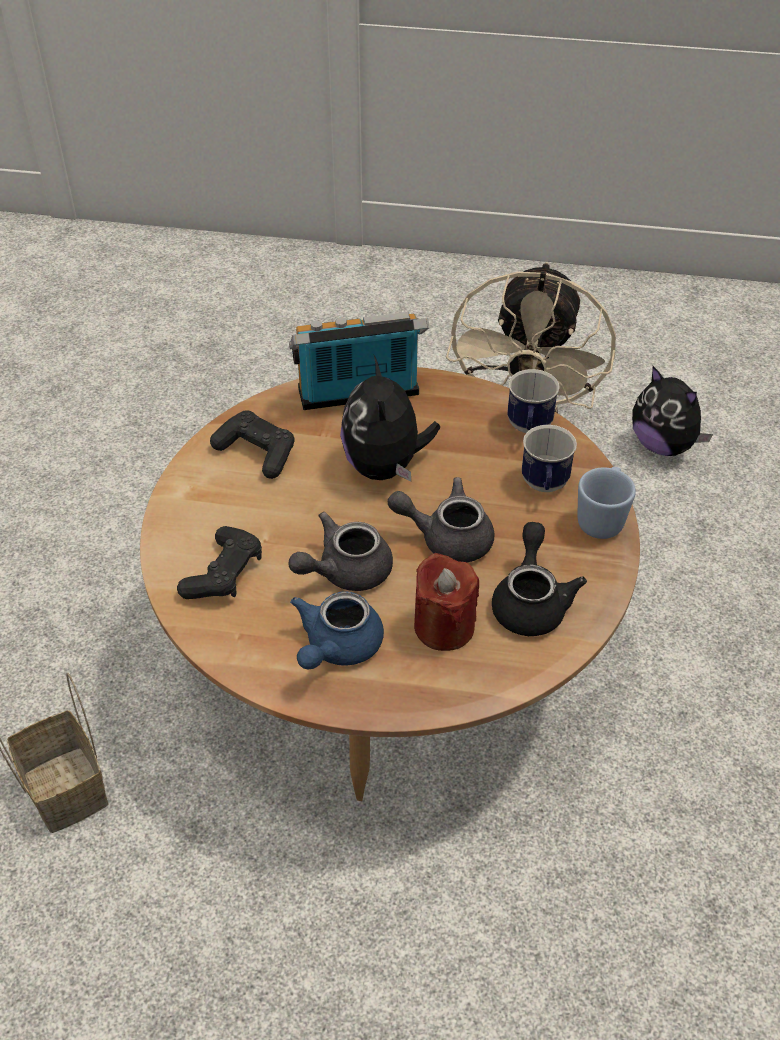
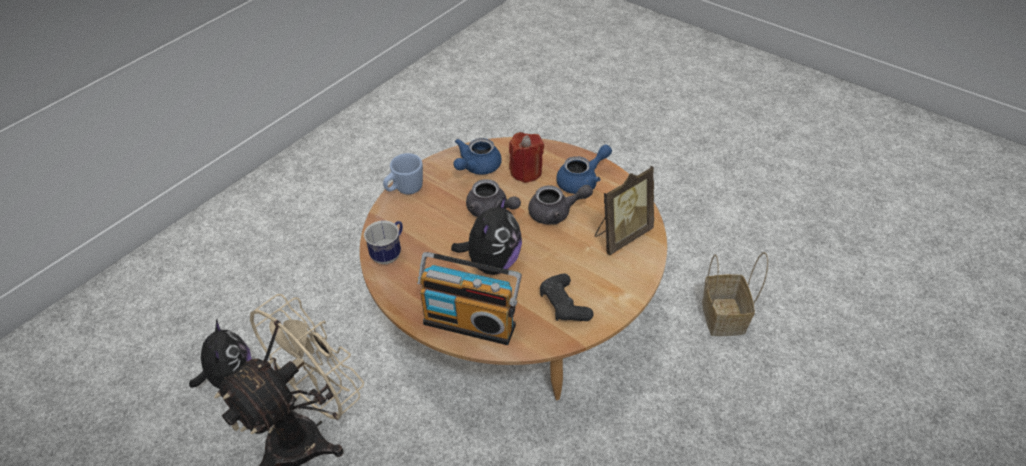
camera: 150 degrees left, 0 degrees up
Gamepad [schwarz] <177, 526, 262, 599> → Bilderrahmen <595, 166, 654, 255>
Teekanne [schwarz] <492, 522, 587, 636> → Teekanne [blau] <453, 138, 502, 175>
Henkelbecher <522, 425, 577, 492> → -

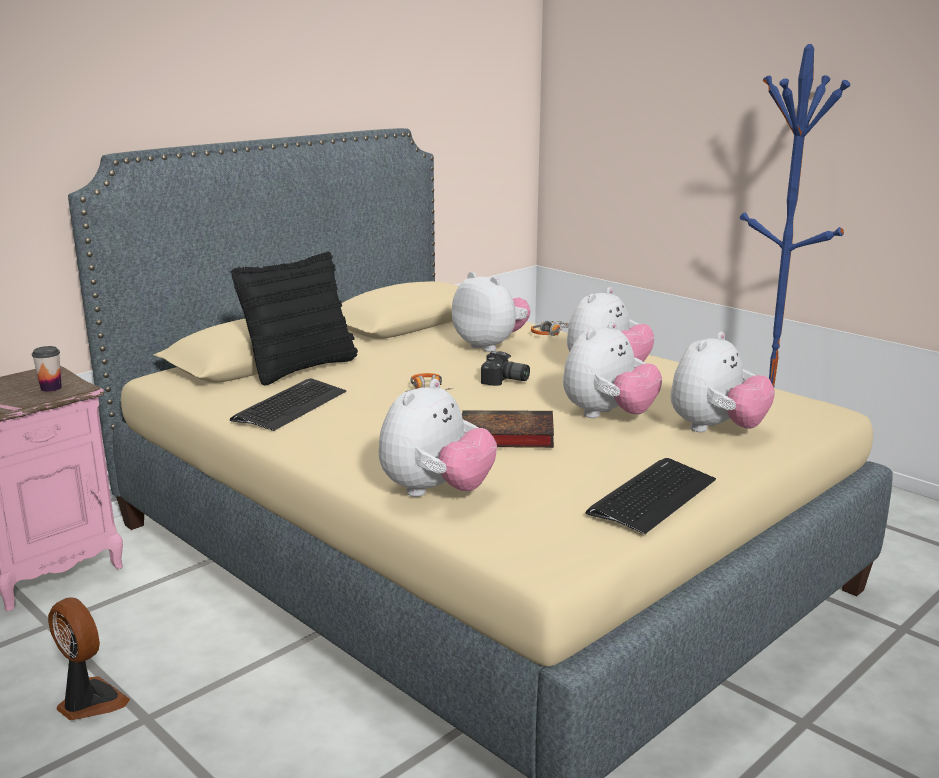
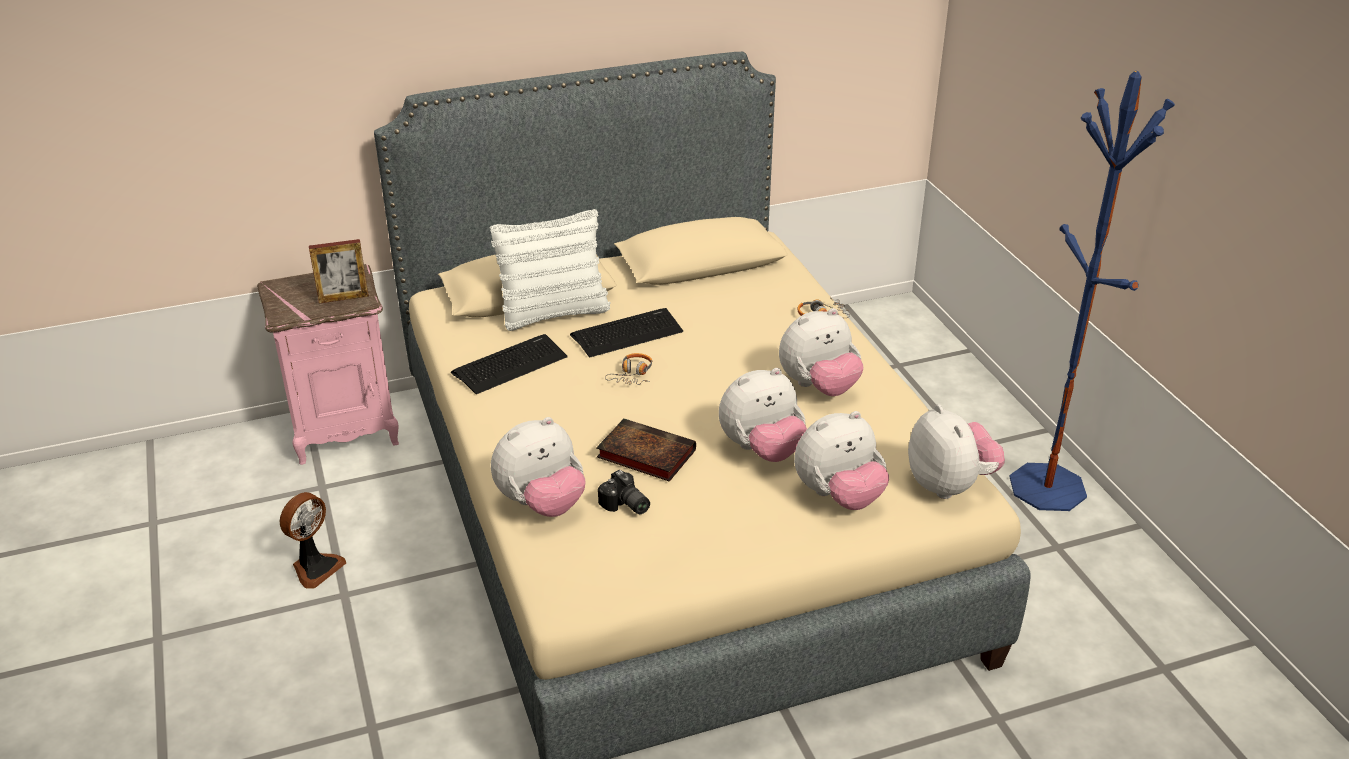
camera: 25 degrees right, 15 degrees up
Tasse <32, 346, 62, 392> → Bilderrahmen <309, 239, 369, 303>
Ventilator <48, 597, 130, 720> → Ventilator <280, 492, 346, 589>, 60 degrees clockwise
Kissen [schwarz] <230, 252, 358, 385> → Kissen [weiß] <490, 209, 611, 331>
Plüschtier <452, 271, 530, 352> → Plüschtier <908, 404, 1005, 499>, relocated
Kamera <481, 351, 530, 386> → Kamera <598, 470, 650, 514>, relocated
Tastatur <586, 458, 716, 534> → Tastatur <570, 308, 683, 358>, relocated

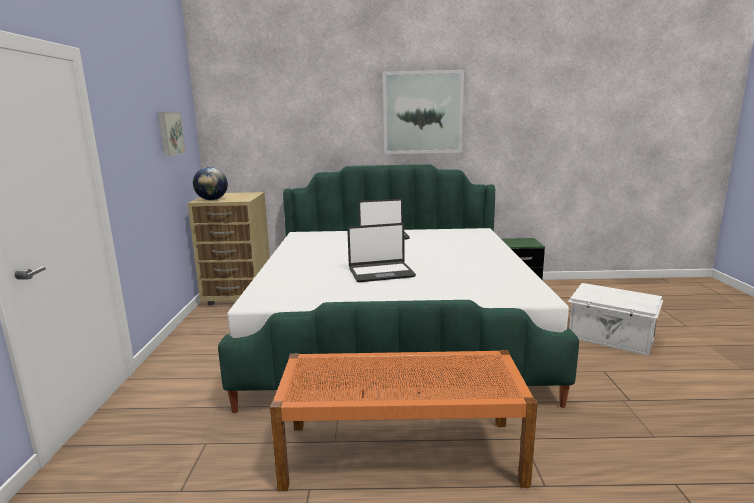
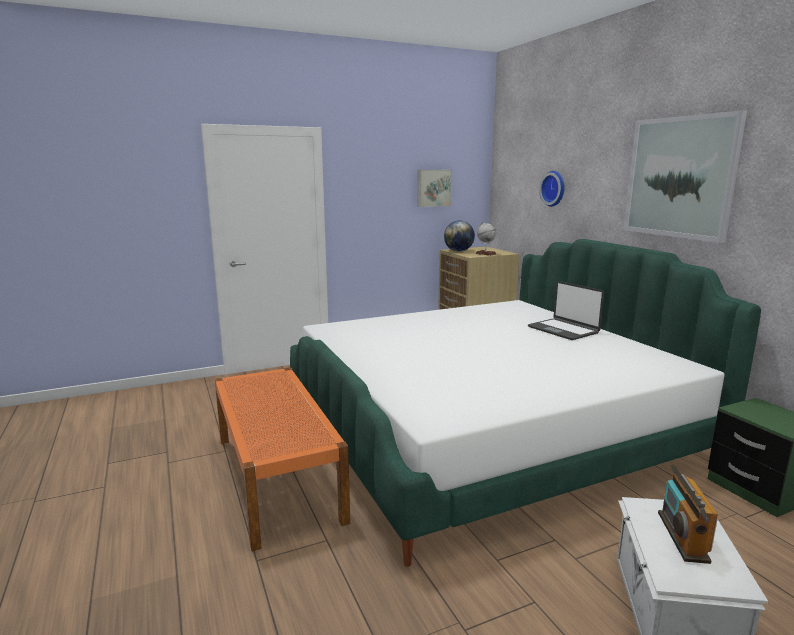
camera: 65 degrees right, 0 degrees up
Laptop <347, 223, 416, 282> → -
- → Globus <475, 222, 496, 256>
- → Wanduhr <539, 171, 565, 207>
- → Radio <658, 464, 718, 564>

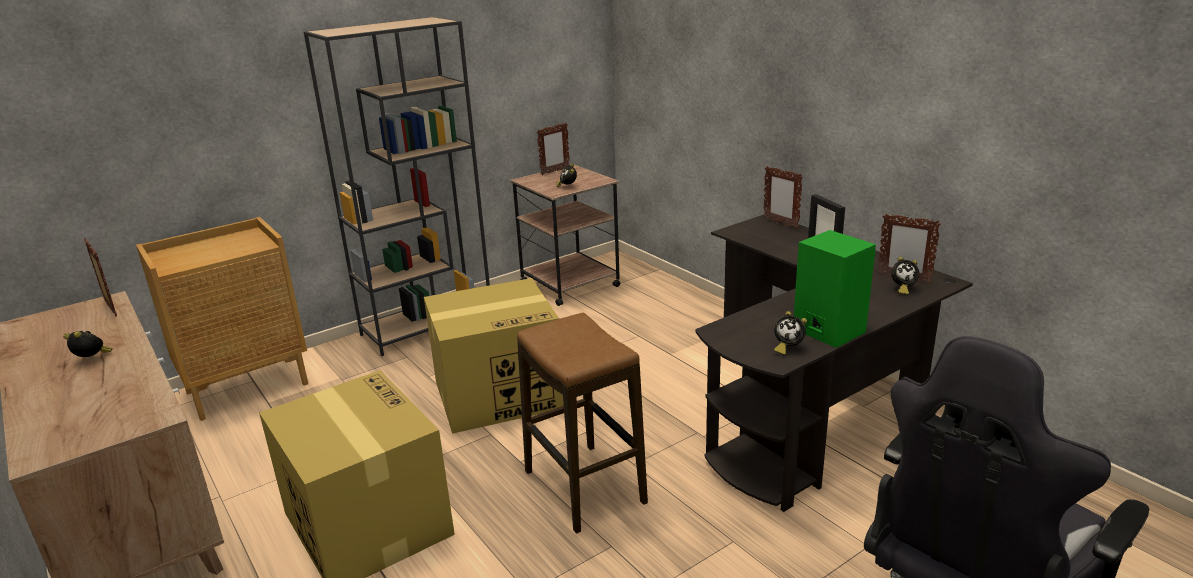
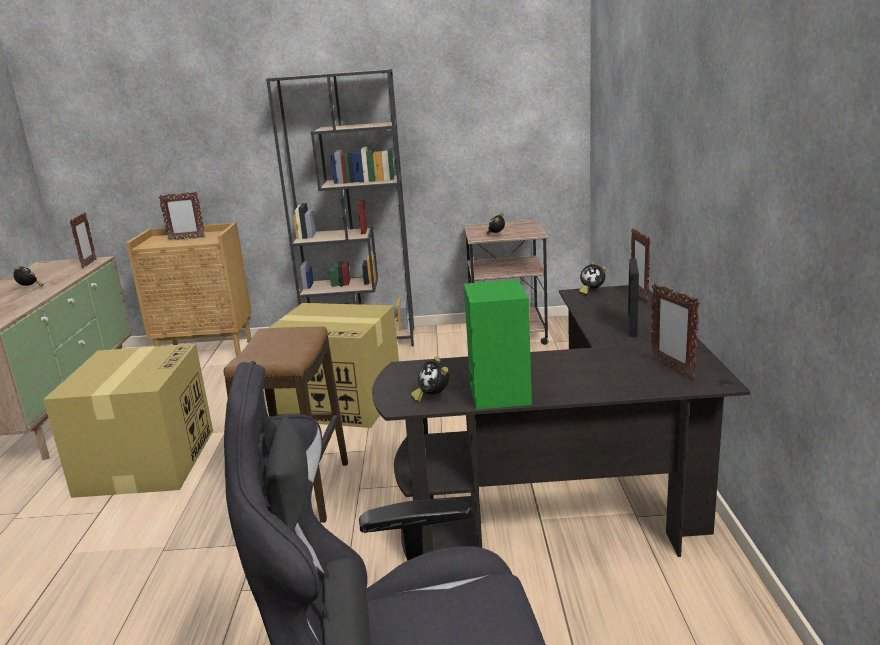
camera: 35 degrees right, 5 degrees down
Bilderrahmen <537, 123, 570, 175> → Bilderrahmen <158, 191, 206, 240>, relocated
Wecker <891, 257, 919, 295> → Wecker <579, 262, 606, 295>, relocated

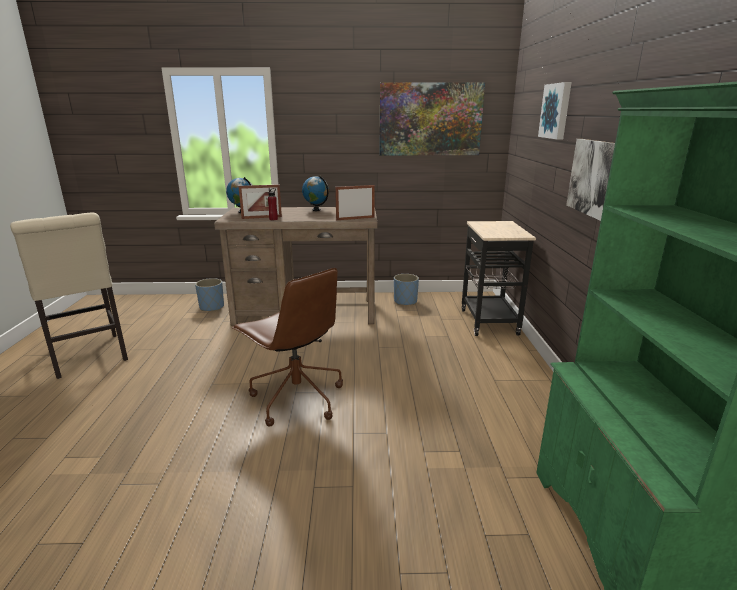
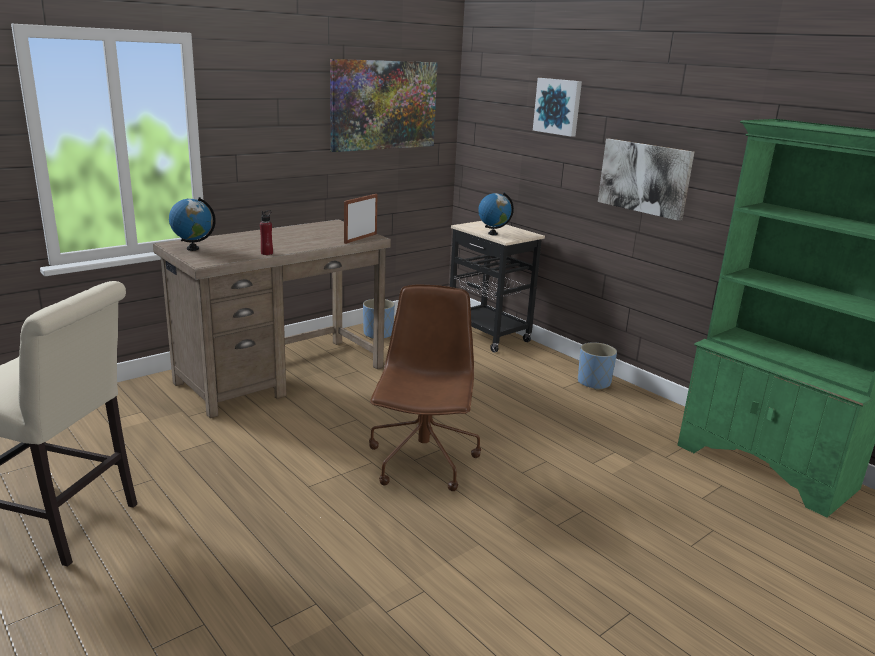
camera: 40 degrees left, 0 degrees up
Pflanzkübel [blau] <195, 278, 224, 311> → Pflanzkübel [blau] <578, 342, 617, 390>, relocated
Bürostuhl [braun] <232, 268, 343, 426> → Bürostuhl [braun] <369, 285, 481, 491>, 90 degrees counterclockwise
Bilderrahmen <238, 184, 282, 219> → -
Globus <302, 176, 329, 211> → Globus <478, 193, 514, 235>, relocated

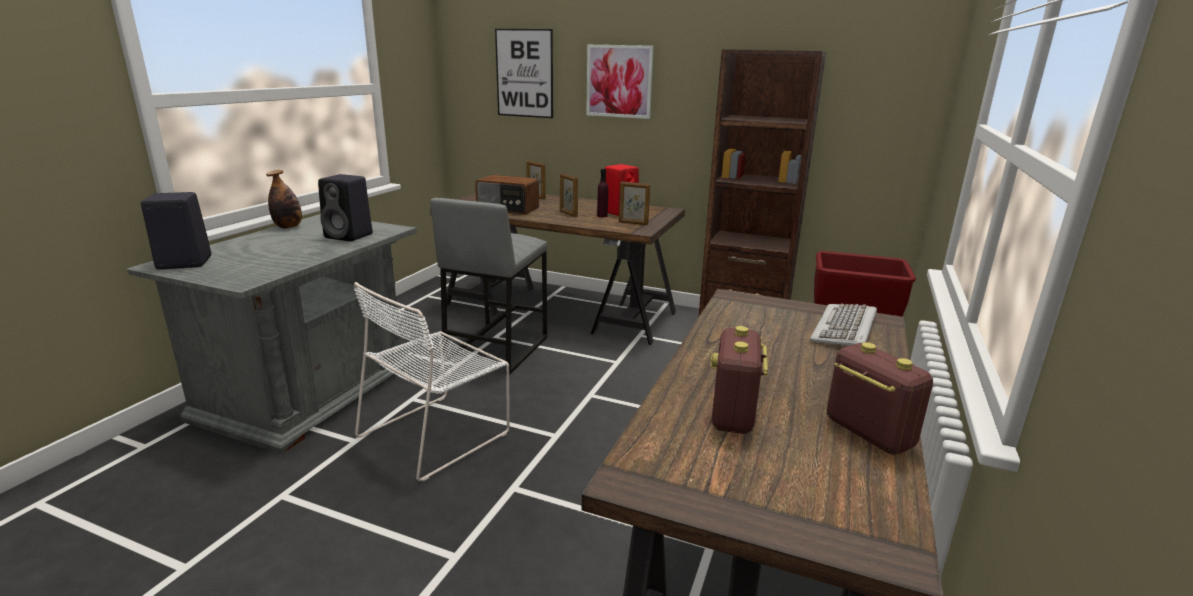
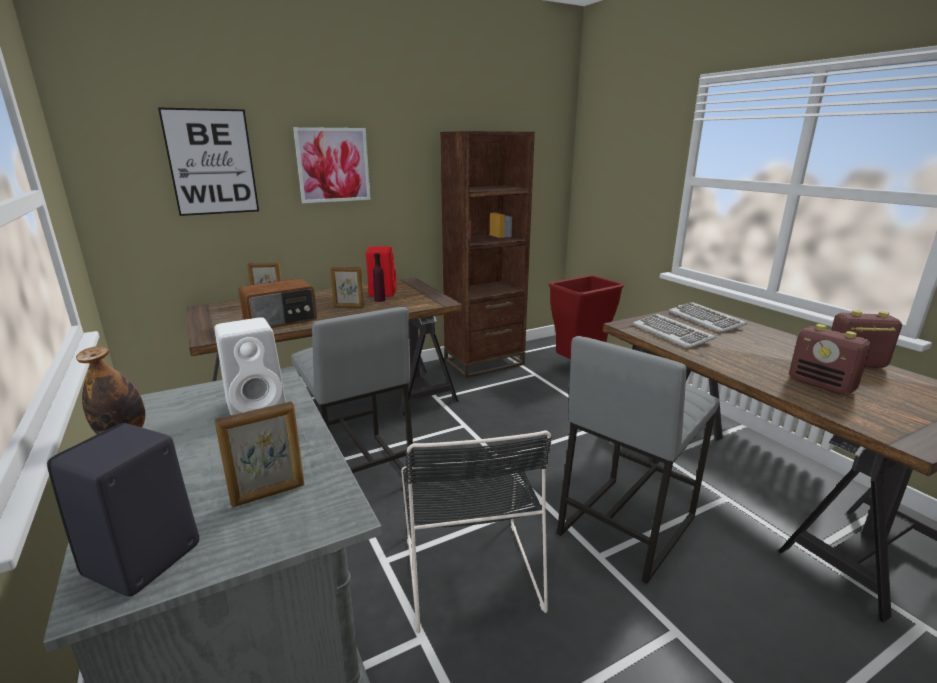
camera: 50 degrees left, 0 degrees up
Lautsprecher [schwarz] <318, 174, 373, 241> → Lautsprecher [weiß] <215, 317, 286, 415>
Stuhl [weiß] <354, 282, 510, 481> → Stuhl [schwarz] <401, 430, 552, 633>
Bilderrahmen <619, 181, 651, 225> → Bilderrahmen <214, 402, 304, 507>, relocated
- → Hocker [grau] <557, 336, 719, 584>
- → Tastatur <632, 314, 715, 348>

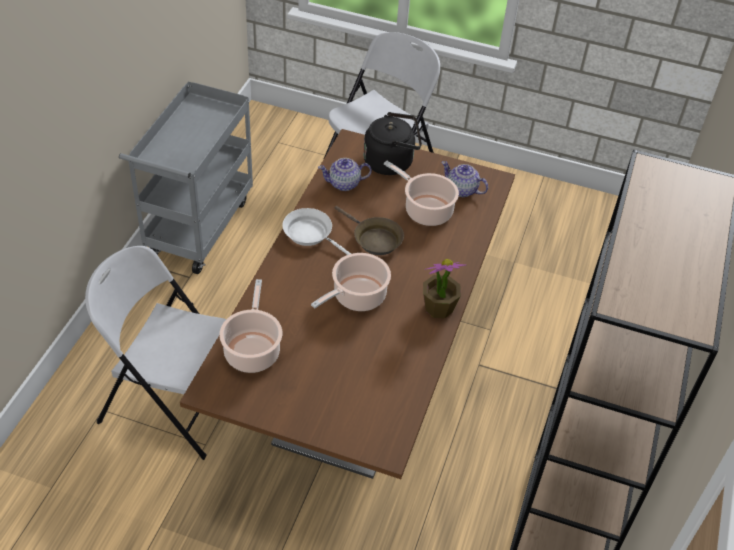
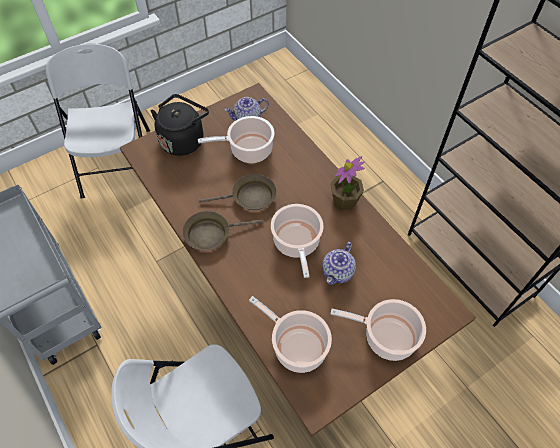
camera: 50 degrees left, 10 degrees up
Pfanne [weiß] <282, 208, 351, 255> → Pfanne [braun] <182, 211, 263, 250>
Teekanne <318, 158, 372, 191> → Teekanne <322, 242, 356, 285>, relocated
- → Kochtopf <331, 299, 426, 361>

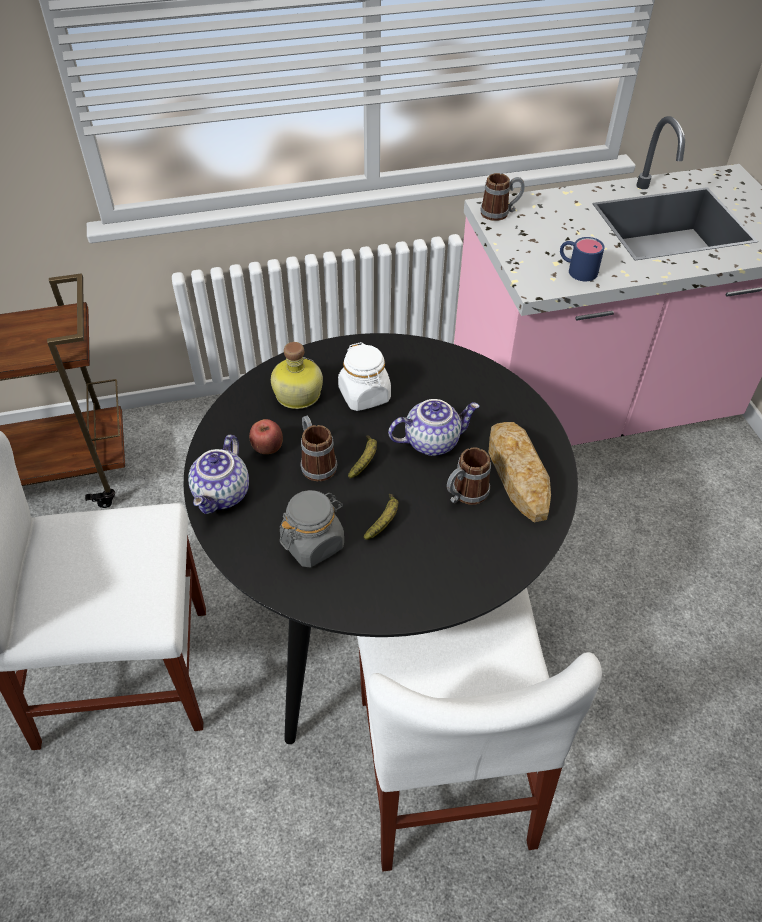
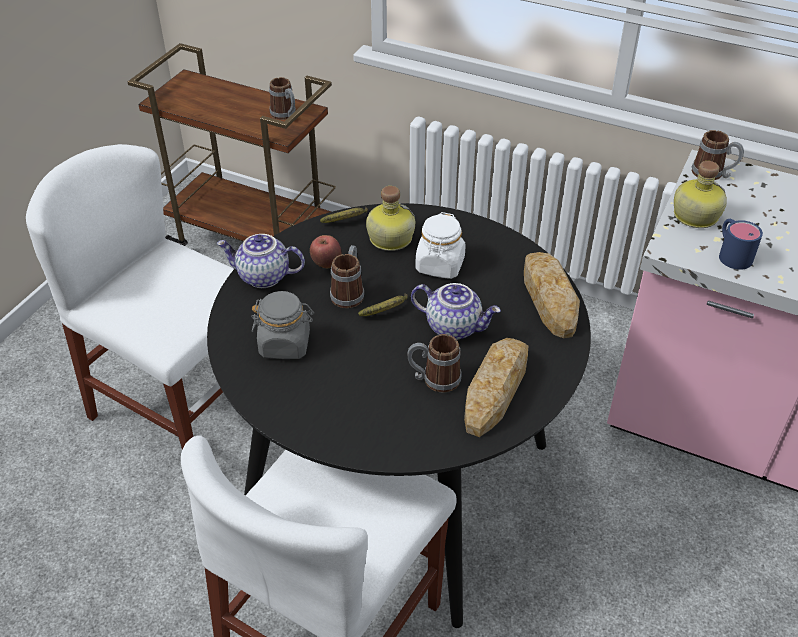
camera: 40 degrees right, 5 degrees down
Teekanne <188, 435, 249, 514> → Teekanne <217, 234, 305, 288>, 45 degrees clockwise
Banane <363, 494, 398, 540> → Banane <320, 207, 368, 223>, relocated
- → Henkelbecher <269, 77, 296, 120>
- → Brot <524, 252, 580, 338>
- → Flasche <674, 161, 727, 228>

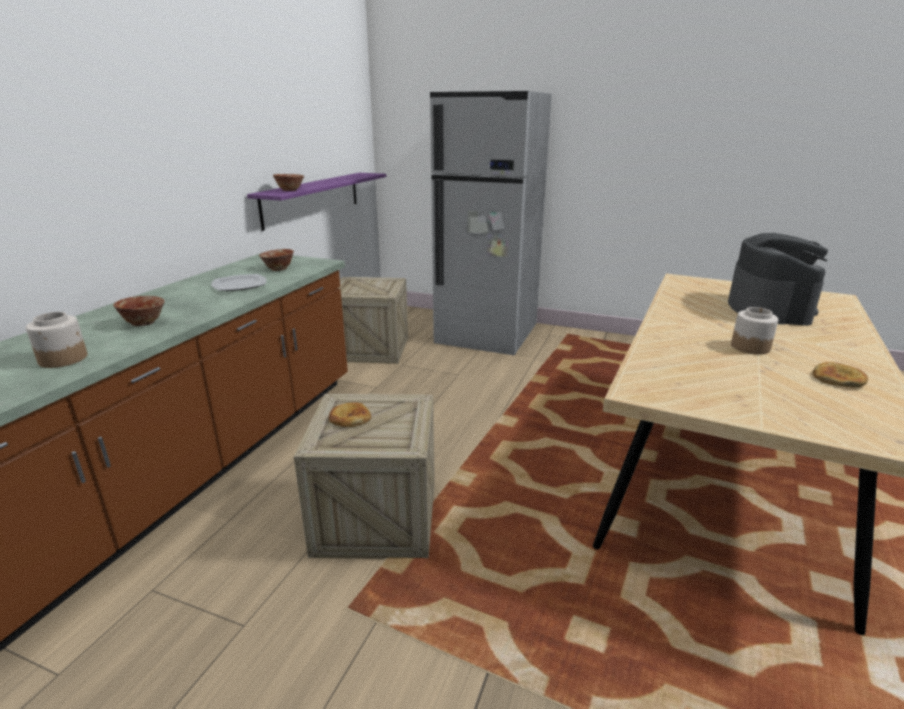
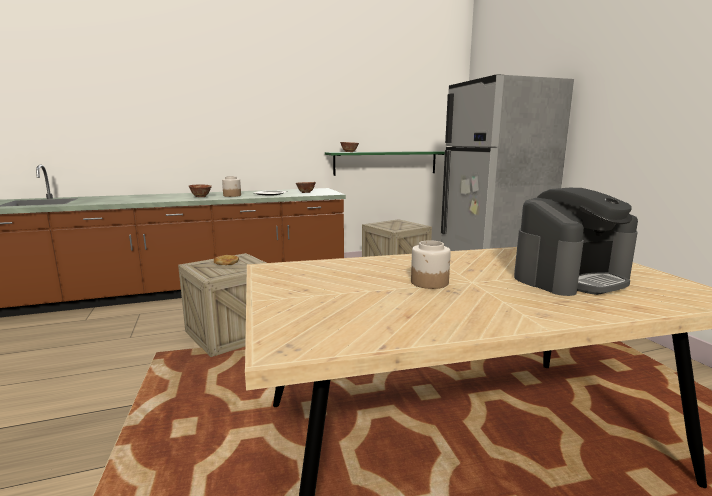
camera: 50 degrees right, 10 degrees down
Vorratsglas <26, 312, 87, 368> → Vorratsglas <222, 176, 241, 197>, relocated
Wandregal [lila] <247, 173, 386, 231> → Wandregal [grün] <325, 151, 445, 176>
Brot <813, 362, 868, 387> → -

